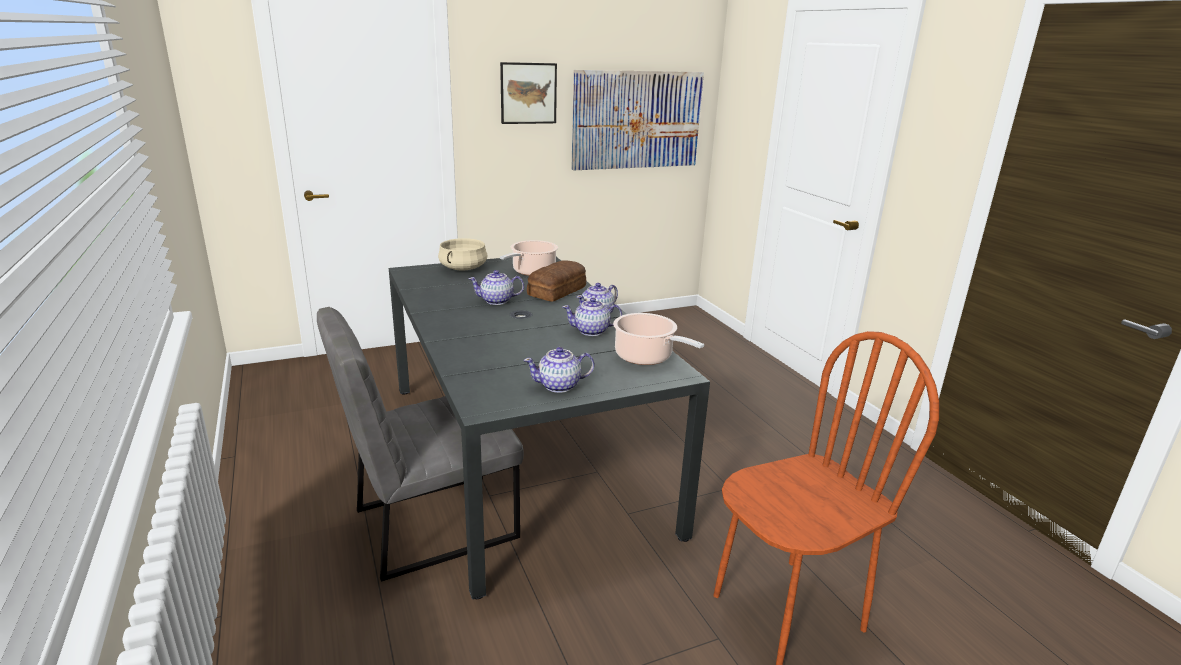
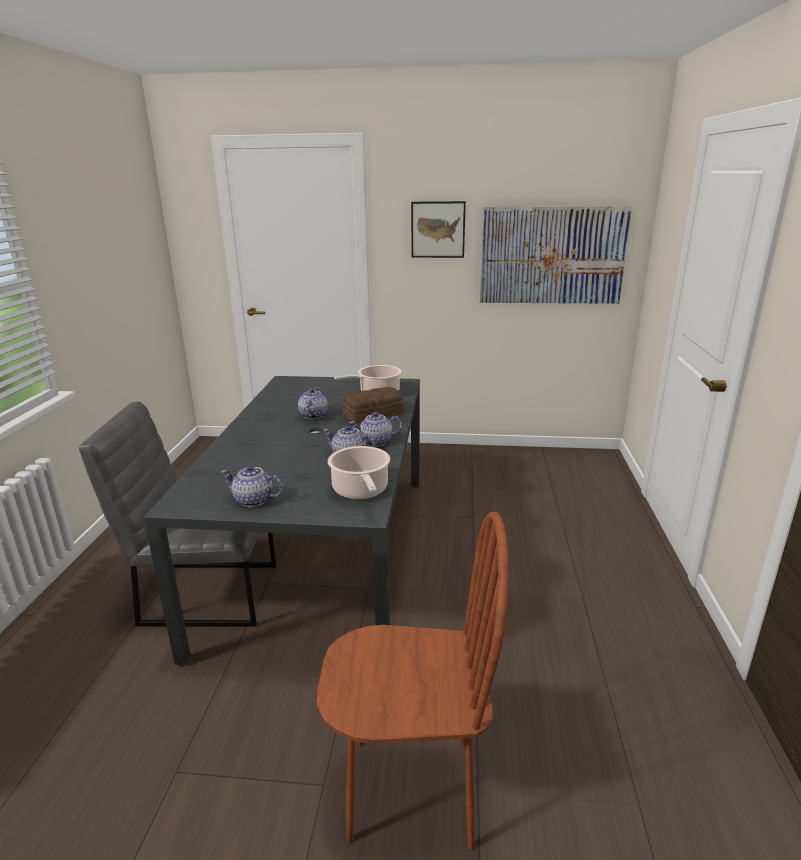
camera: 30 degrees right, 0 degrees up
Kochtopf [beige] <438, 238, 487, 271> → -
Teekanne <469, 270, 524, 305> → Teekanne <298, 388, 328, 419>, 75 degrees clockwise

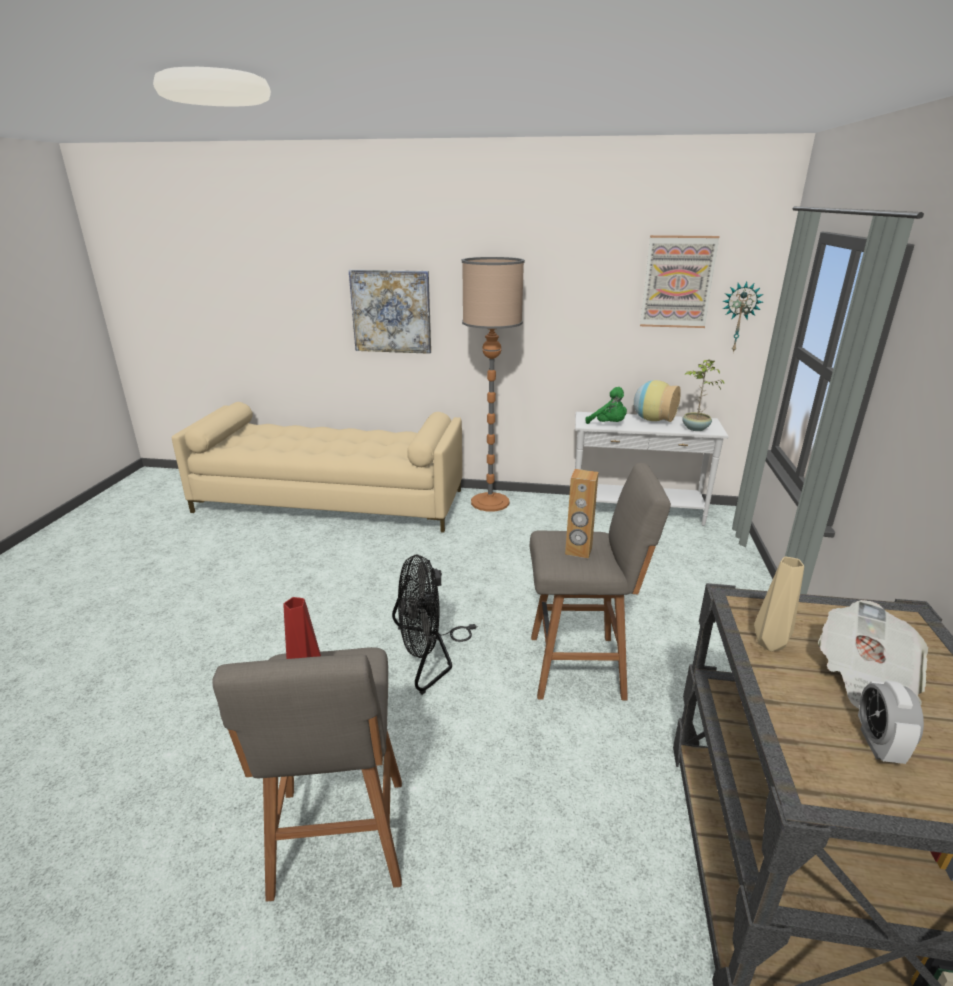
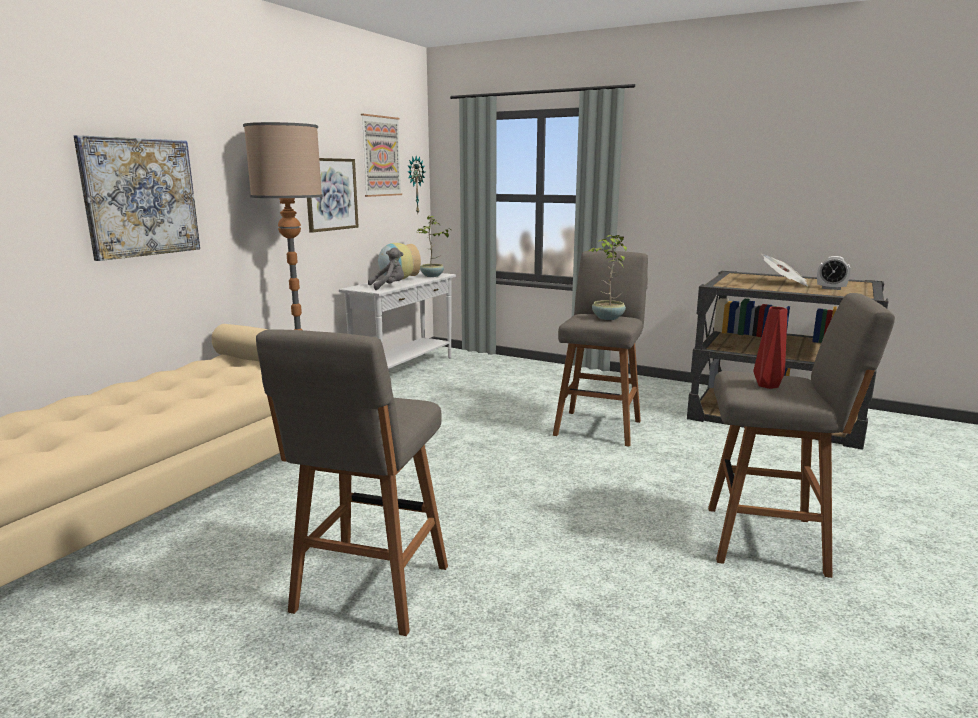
camera: 70 degrees left, 10 degrees down
Ventilator [schwarz] <392, 554, 476, 695> → -
Lautsprecher [braun] <565, 469, 598, 559> → Topfpflanze <589, 235, 627, 320>
Plüschtier [grün] <585, 387, 627, 424> → Plüschtier [grau] <368, 247, 404, 290>
Vase [beige] <754, 556, 804, 652> → -
- → Hocker [grau] <256, 329, 448, 636>
- → Bild <307, 158, 359, 233>

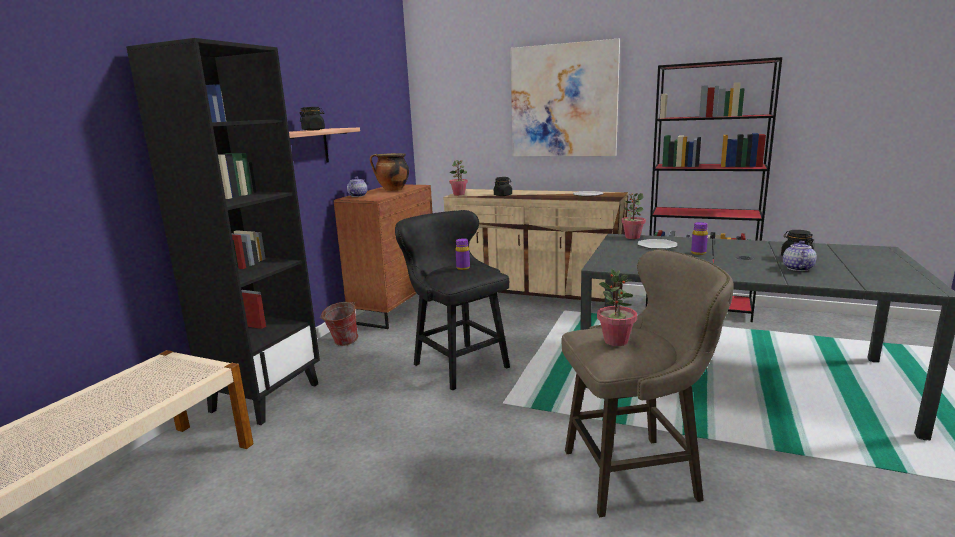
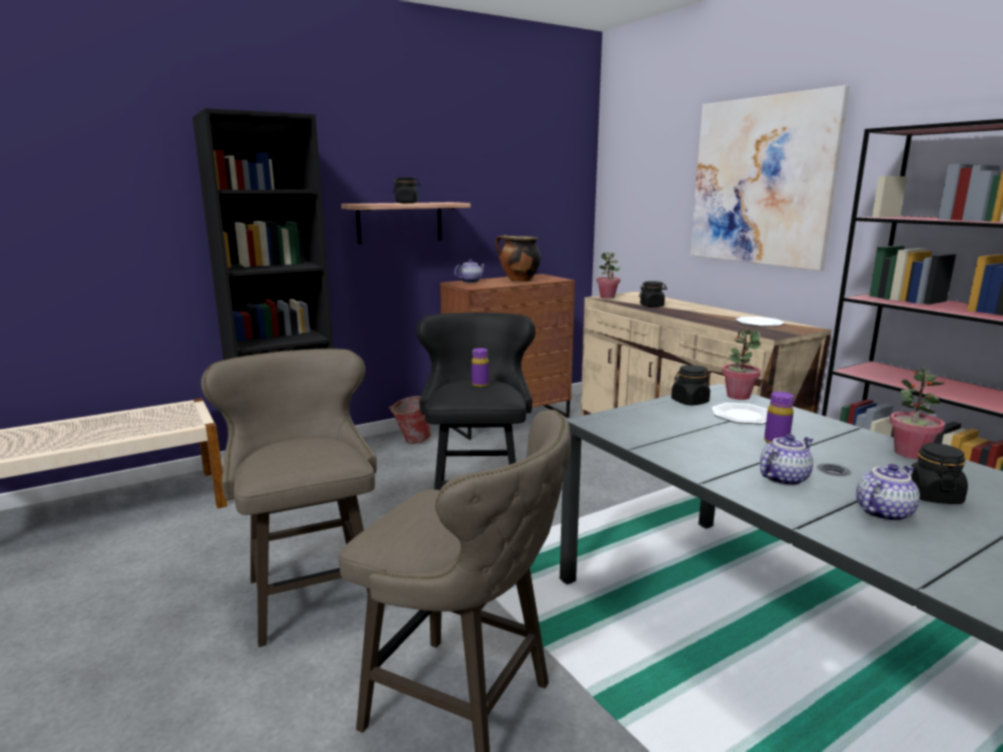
camera: 35 degrees right, 0 degrees up
Topfpflanze <597, 269, 637, 346> → Topfpflanze <889, 367, 945, 459>, relocated
- → Hocker [beige] <201, 348, 377, 647>
- → Vorratsglas [schwarz] <671, 365, 710, 406>
- → Teekanne <760, 434, 813, 486>

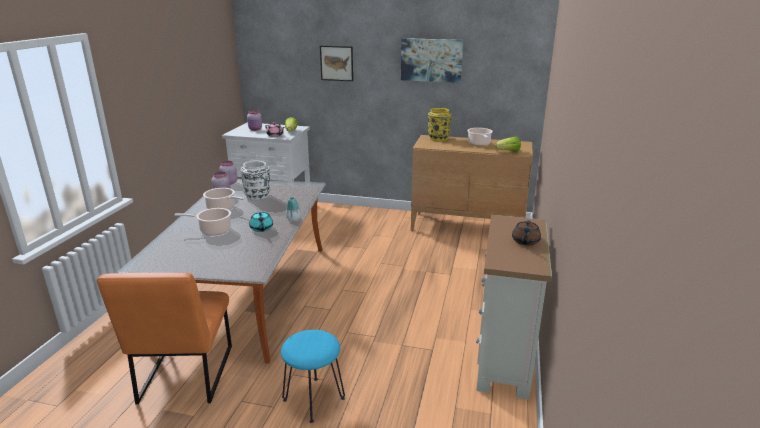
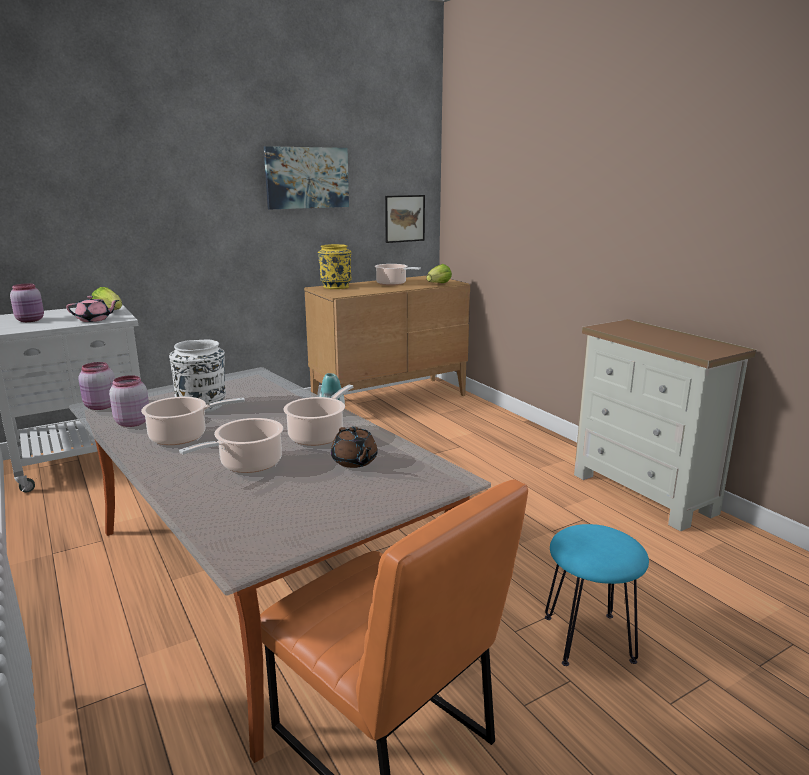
camera: 45 degrees left, 5 degrees down
Teekanne [türkis] <249, 211, 273, 232> → Kochtopf <283, 385, 353, 446>
Bild <320, 46, 353, 81> → Bild <385, 195, 425, 243>, relocated
Teekanne [braun] <512, 220, 541, 246> → Teekanne [braun] <331, 426, 378, 468>, relocated

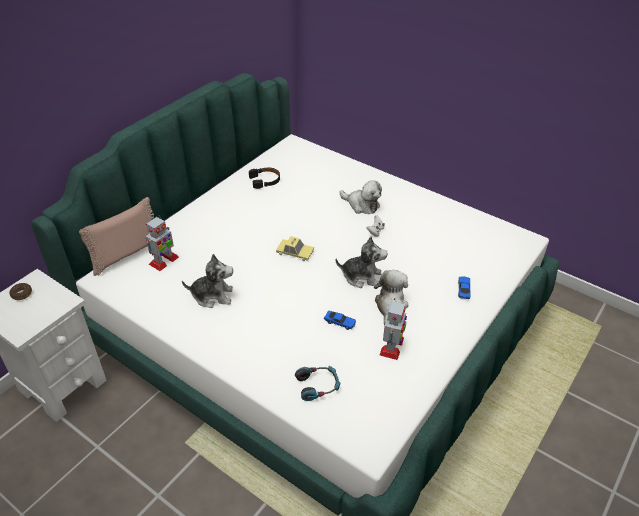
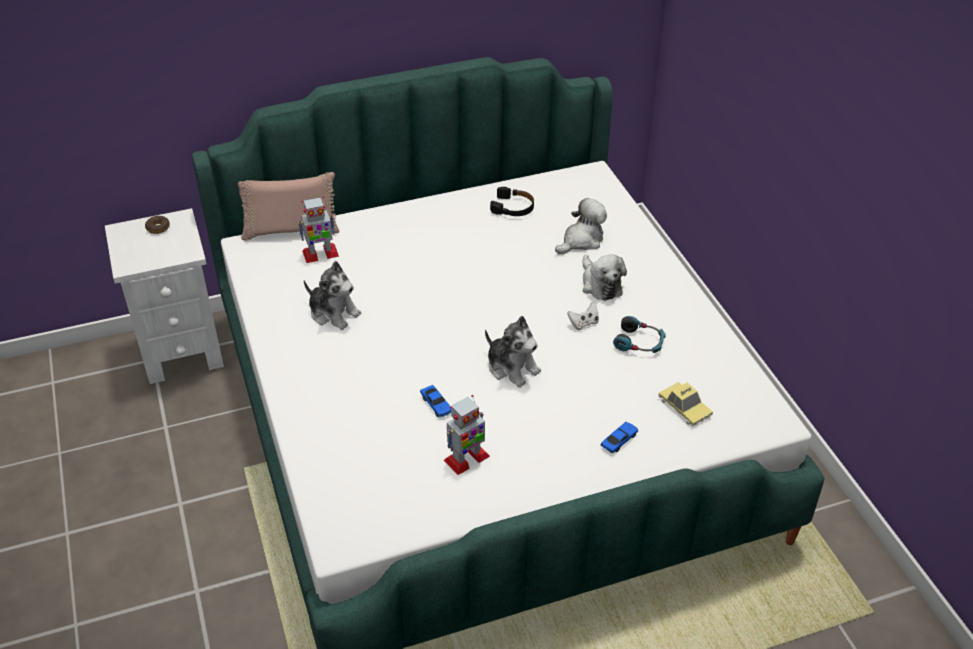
camera: 35 degrees right, 0 degrees up
Spielzeugauto <276, 236, 314, 261> → Spielzeugauto <658, 382, 713, 426>, relocated
Kopfhörer <295, 366, 340, 401> → Kopfhörer <613, 316, 666, 353>, relocated
Plüschtier <374, 270, 408, 325> → Plüschtier <555, 198, 607, 254>, relocated

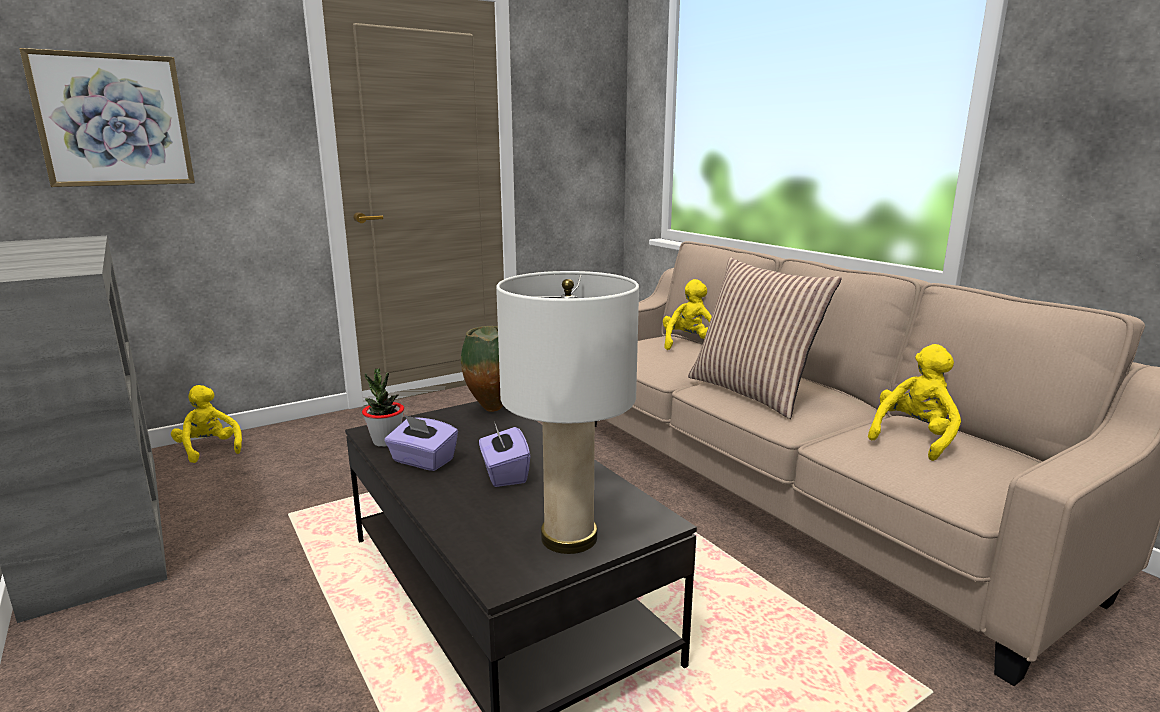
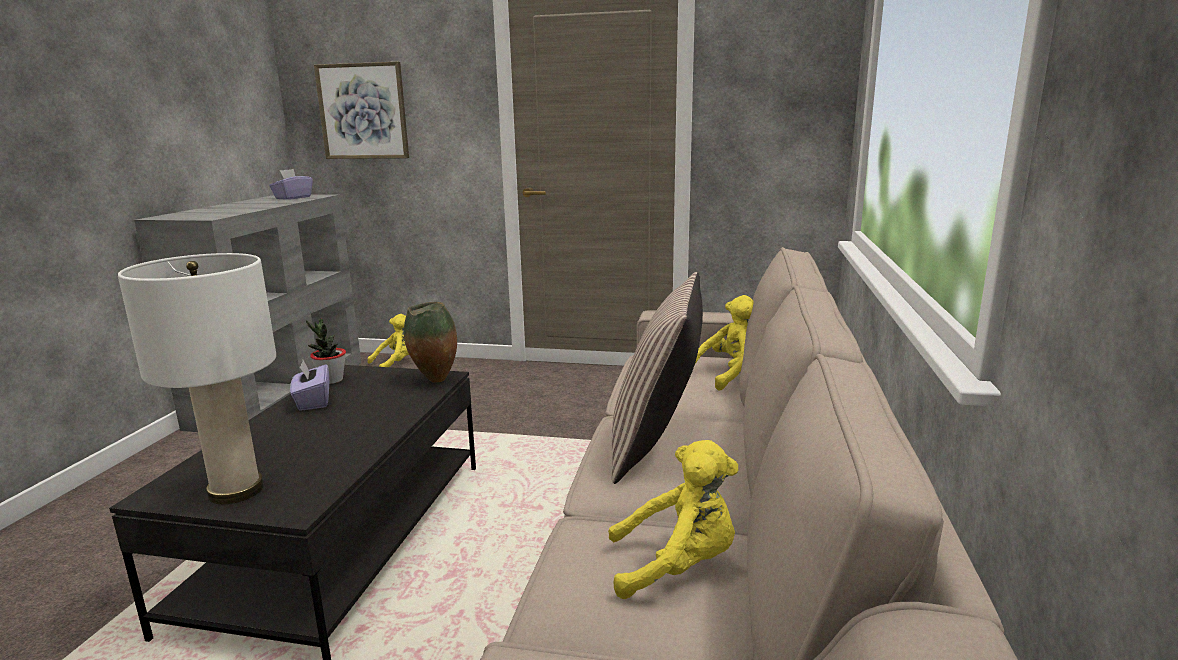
camera: 45 degrees right, 0 degrees up
Plüschtier [gelb] <171, 385, 242, 463> → Plüschtier [gelb] <368, 314, 409, 367>, 45 degrees clockwise
Taschentuchbox [lila] <479, 421, 530, 487> → Taschentuchbox [lila] <269, 169, 313, 200>, relocated

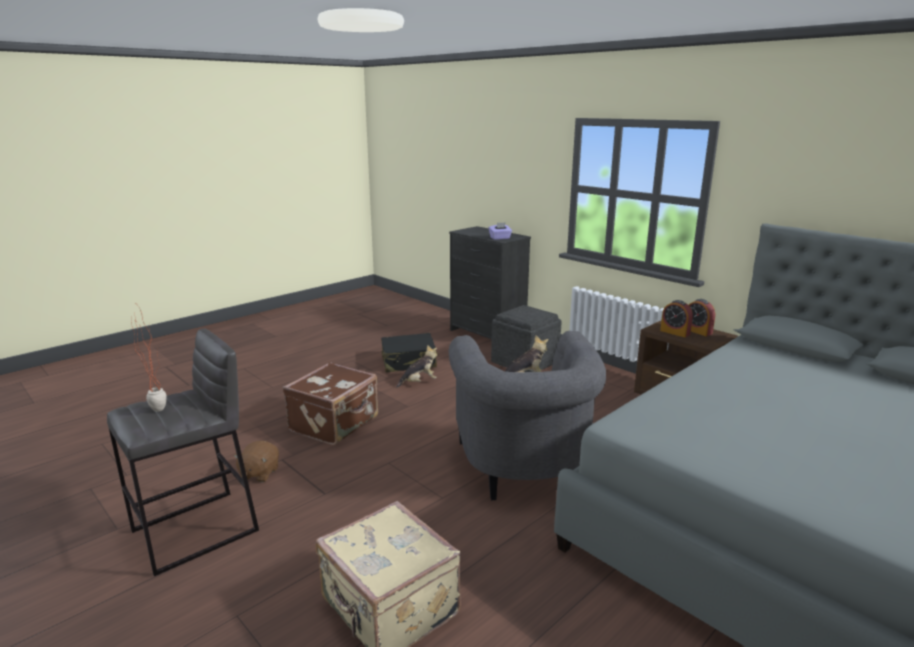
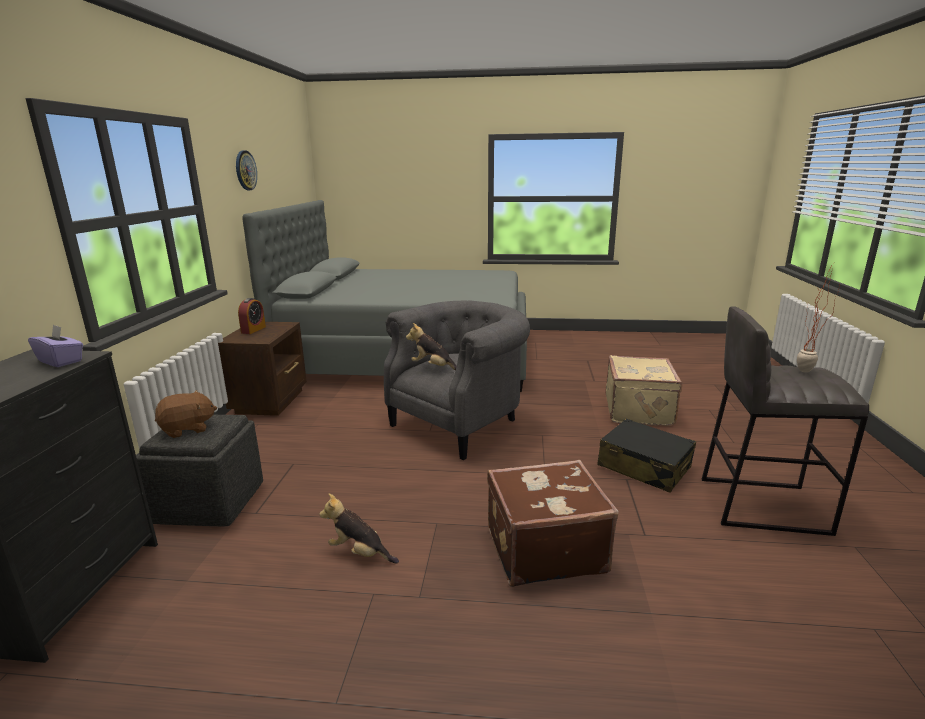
camera: 130 degrees left, 0 degrees up
Plüschtier [braun] <234, 441, 279, 482> → Plüschtier [braun] <155, 390, 217, 438>, relocated
Koffer [schwarz] <381, 333, 439, 372> → Koffer [schwarz] <597, 419, 696, 493>, relocated
Wecker <660, 300, 693, 338> → -
- → Wanduhr <236, 150, 257, 190>

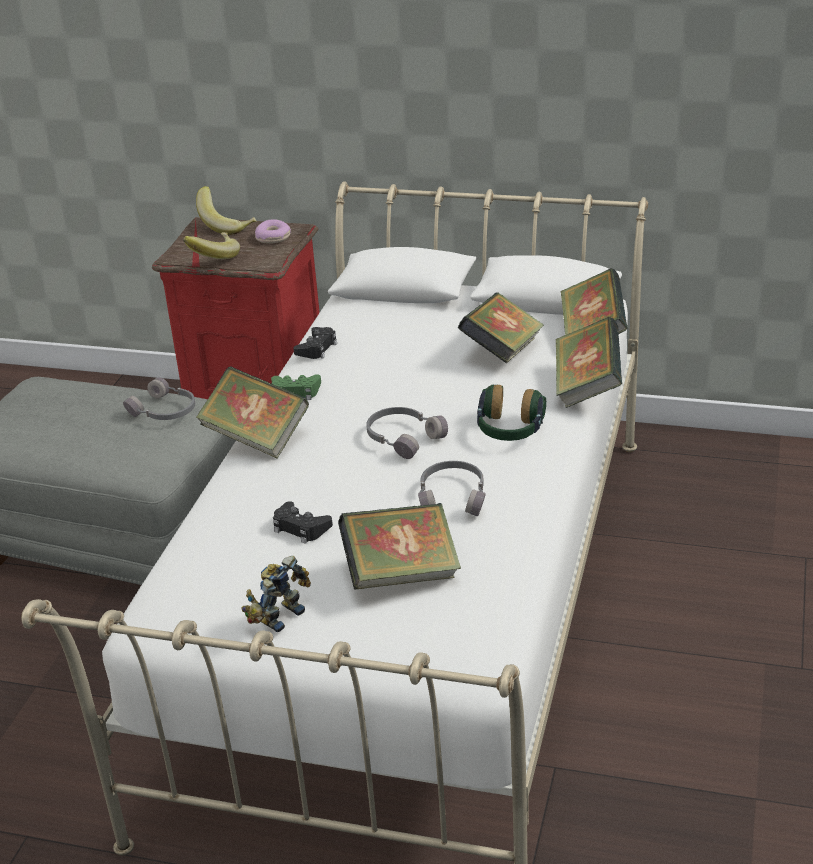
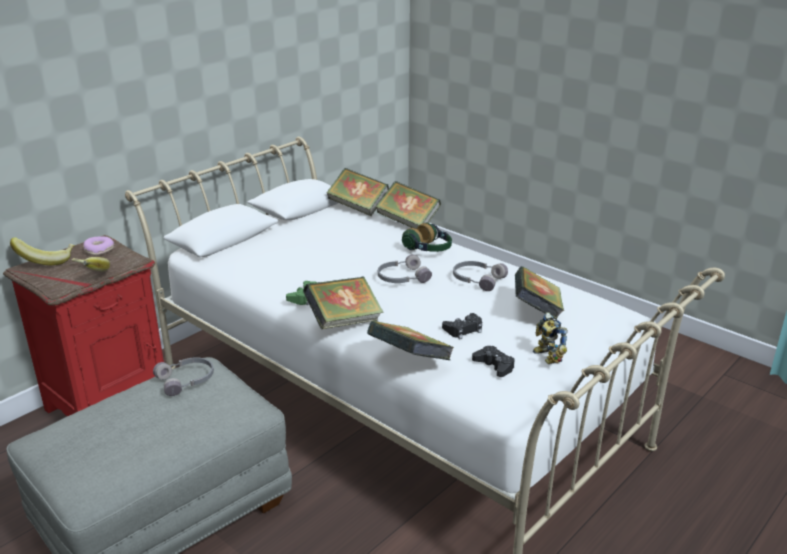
camera: 65 degrees left, 5 degrees down
Gamepad [schwarz] <293, 327, 337, 359> → Gamepad [schwarz] <472, 346, 515, 377>, relocated
Buch <458, 292, 544, 363> → Buch <367, 321, 454, 360>, relocated

